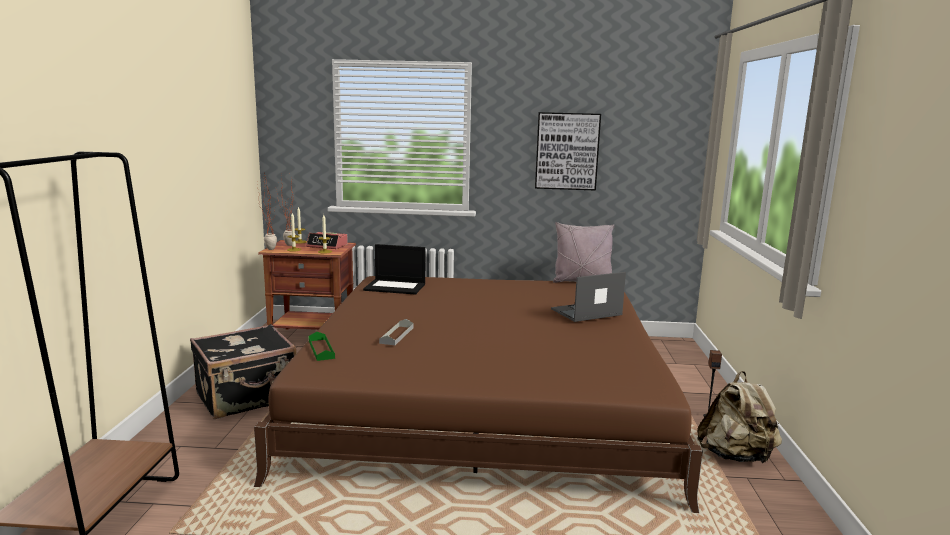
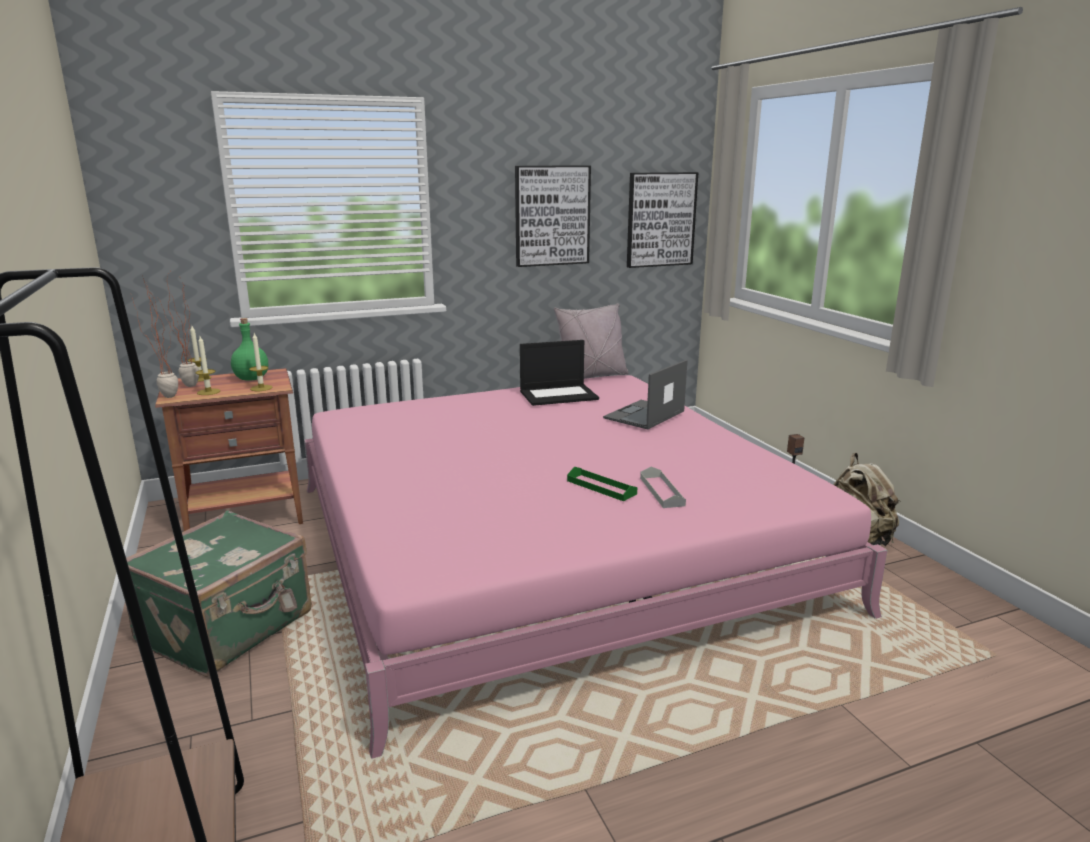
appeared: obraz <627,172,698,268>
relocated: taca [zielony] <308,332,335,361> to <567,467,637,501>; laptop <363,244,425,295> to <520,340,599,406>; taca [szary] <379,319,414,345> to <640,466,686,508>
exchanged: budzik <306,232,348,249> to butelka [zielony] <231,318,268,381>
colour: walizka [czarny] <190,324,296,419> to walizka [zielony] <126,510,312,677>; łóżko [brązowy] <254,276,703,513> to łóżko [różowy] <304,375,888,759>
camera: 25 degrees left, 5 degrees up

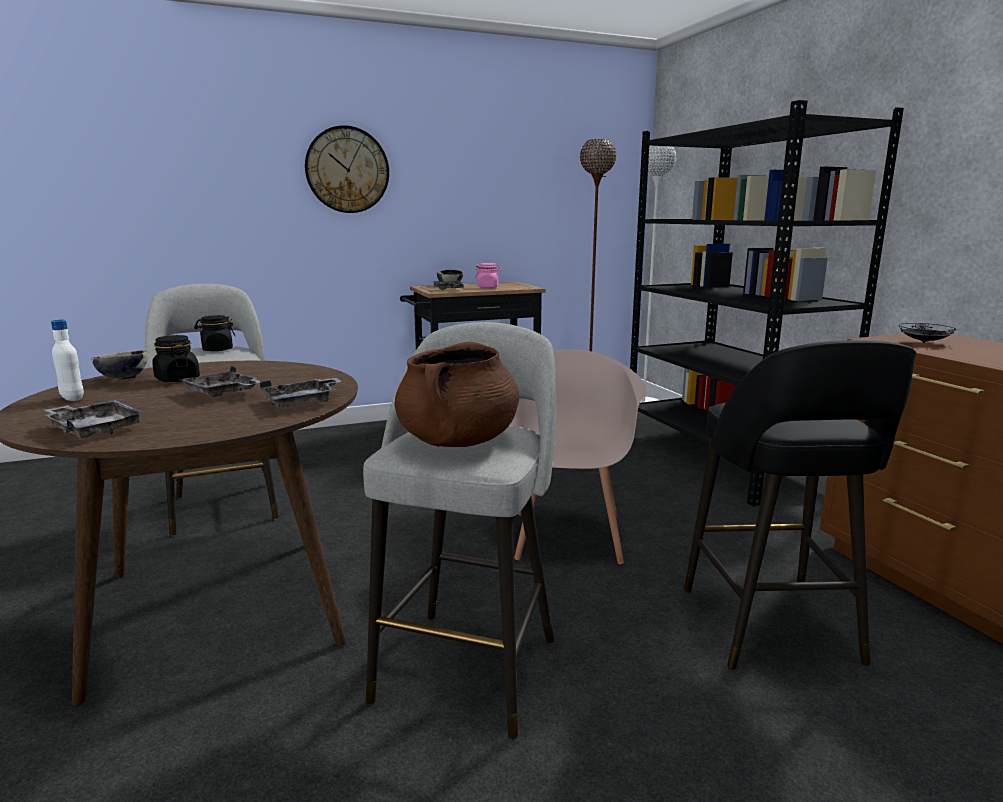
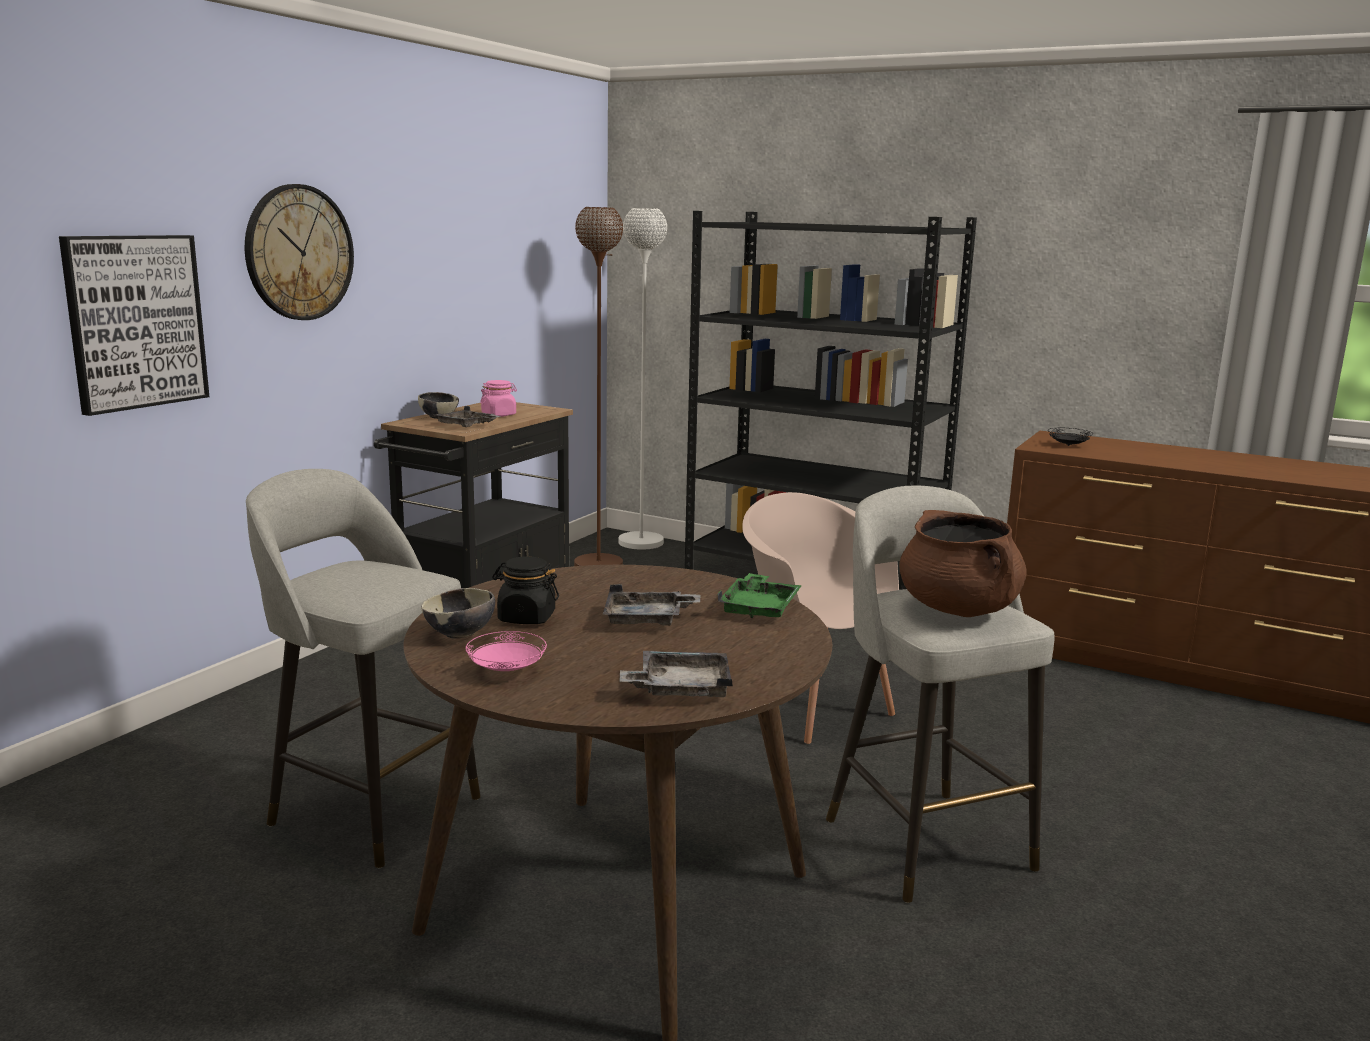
missing: słoik [czarny] <194,315,236,351>; stołek [czarny] <684,340,916,670>
appeared: obraz <59,235,209,416>
exchanged: butelka [biały] <51,320,84,401> to talerz [różowy] <466,631,547,671>
colour: taca [szary] <260,378,342,407> to taca [zielony] <717,573,802,618>
camera: 40 degrees left, 0 degrees up

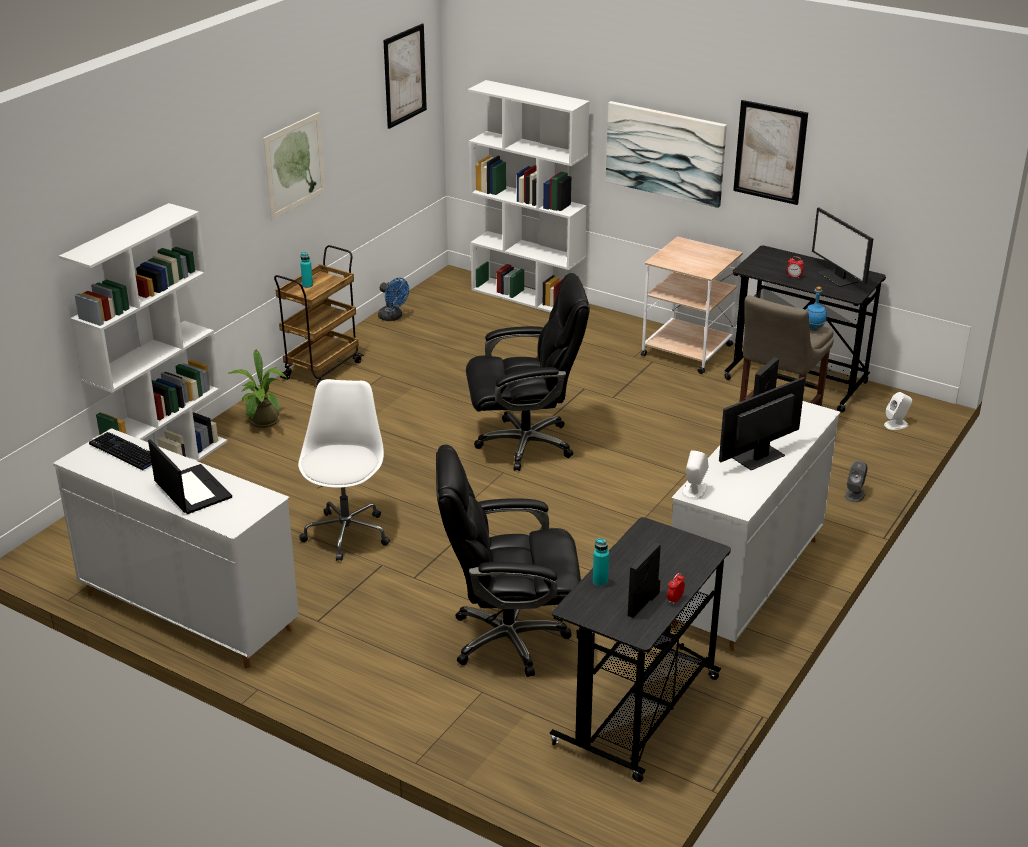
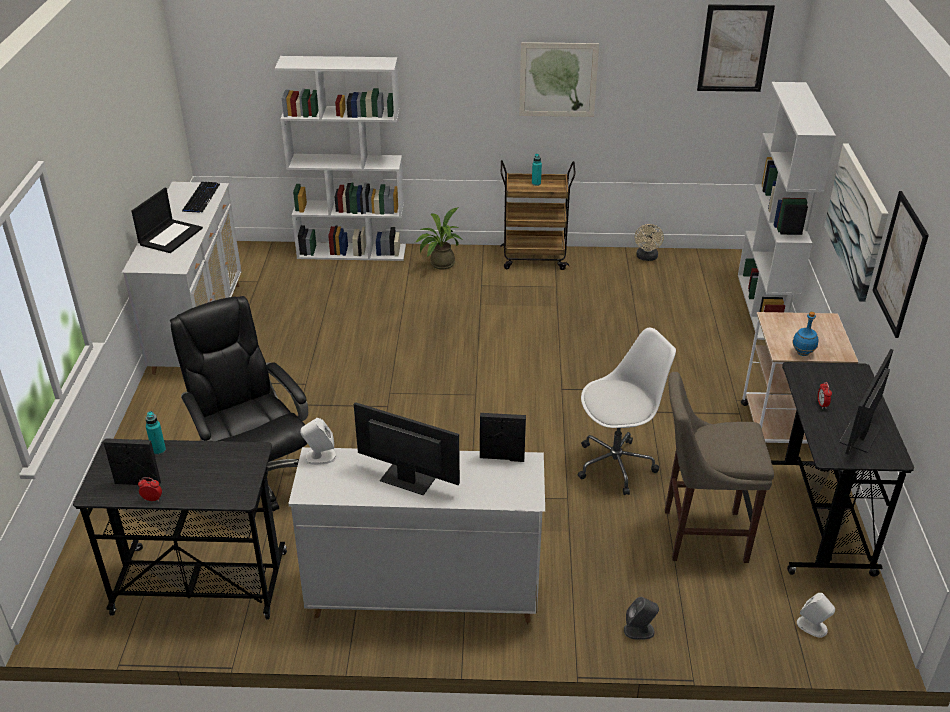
missing: krzesło biurowe [czarny] <466,273,590,471>
relocated: krzesło biurowe [biały] <298,379,390,561> to <577,328,676,495>; butelka [niebieski] <806,287,827,331> to <792,312,818,356>
colour: wentylator [niebieski] <378,278,409,321> to wentylator [beżowy] <635,224,664,261>
camera: 60 degrees right, 5 degrees up

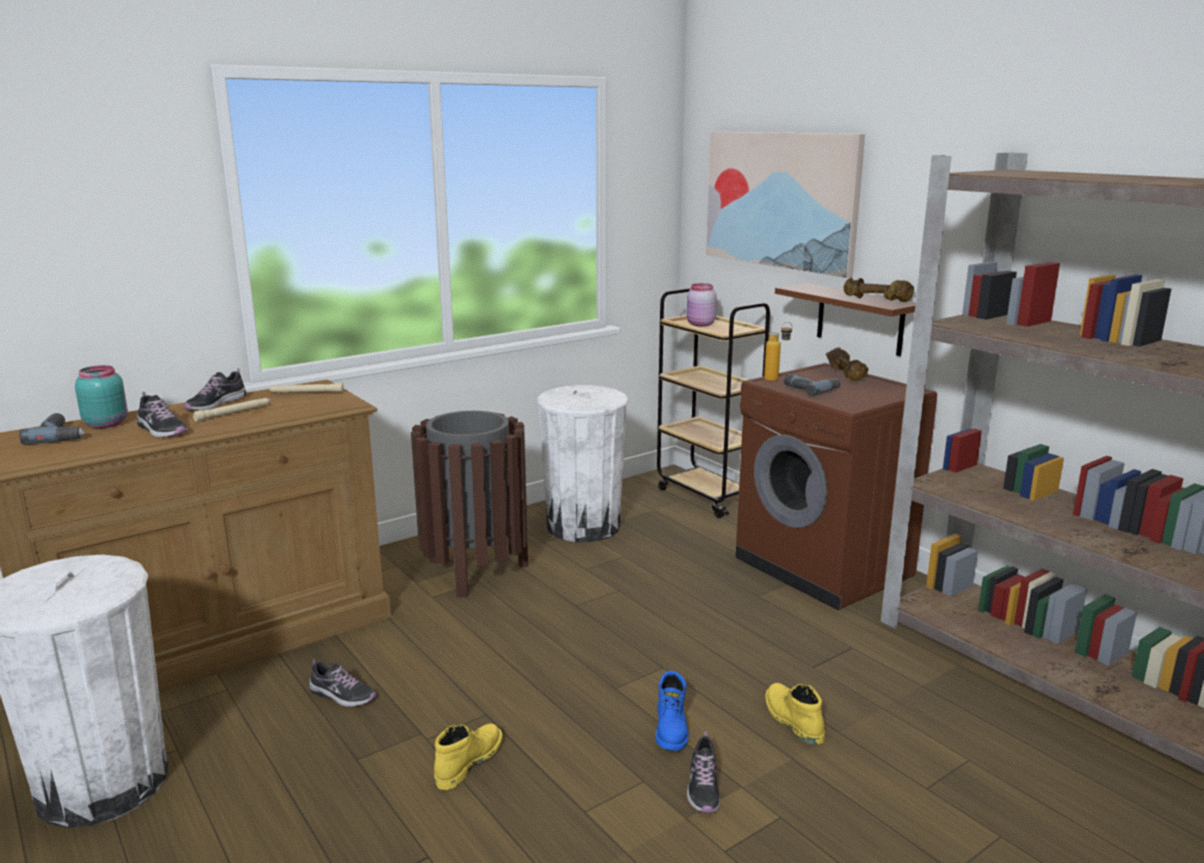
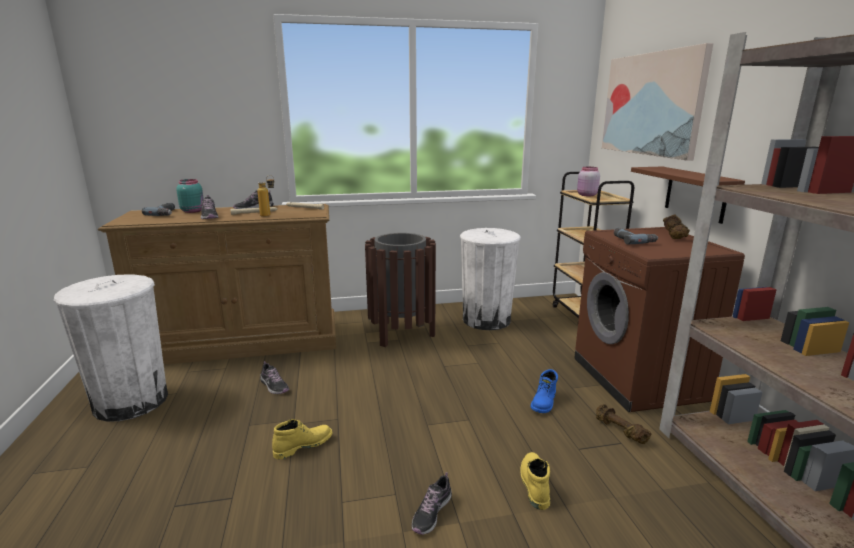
relocated: but z cholewką [niebieski] <655,671,689,751> to <531,369,558,413>; butelka <764,322,793,381> to <257,175,274,217>; hantel [brązowy] <843,278,914,302> to <596,404,651,444>
camera: 25 degrees right, 0 degrees up

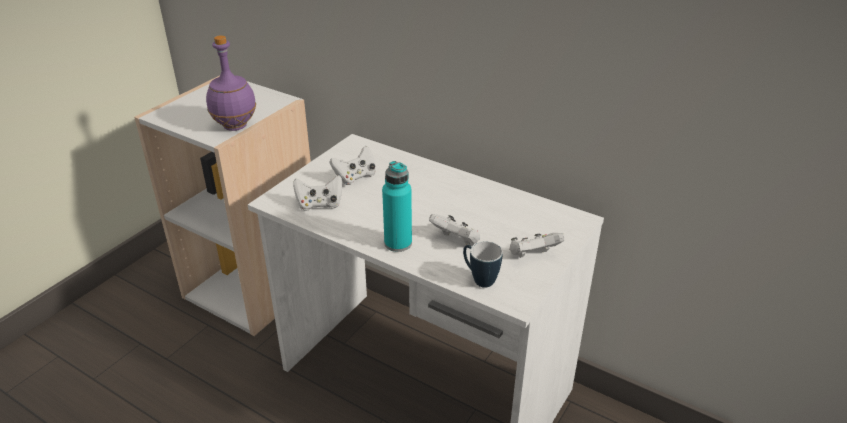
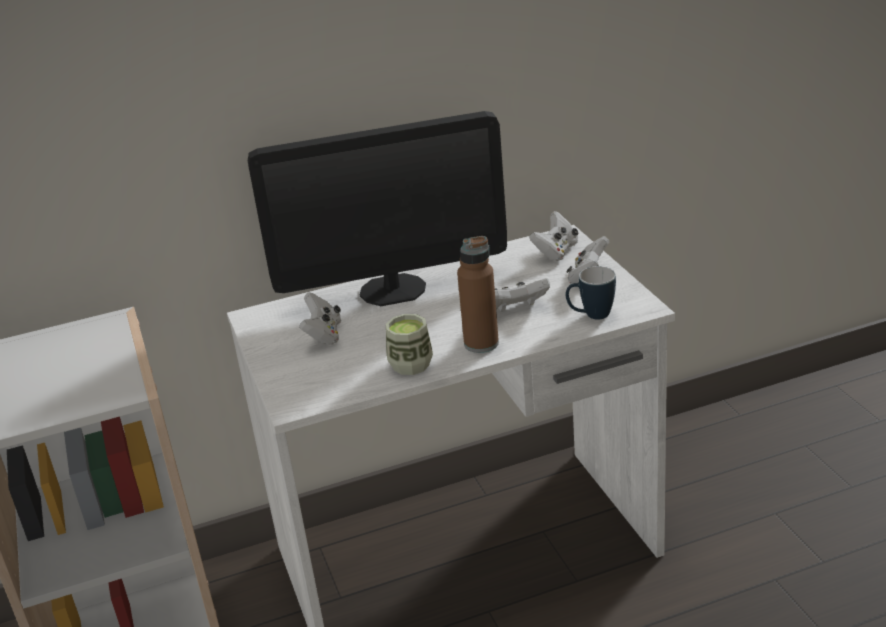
missing: butelka [fioletowy] <206,35,256,131>
appeared: monitor <248,111,507,306>; filiżanka <386,314,433,375>
relocated: pad do gier [biały] <293,175,343,211> to <529,211,578,261>
colour: butelka [turkusowy] <382,161,412,252> to butelka [brązowy] <457,236,499,353>
camera: 50 degrees left, 5 degrees down

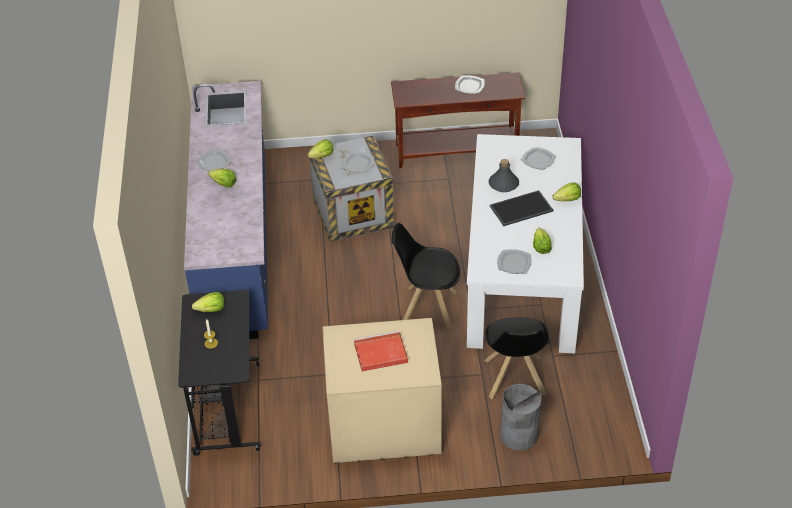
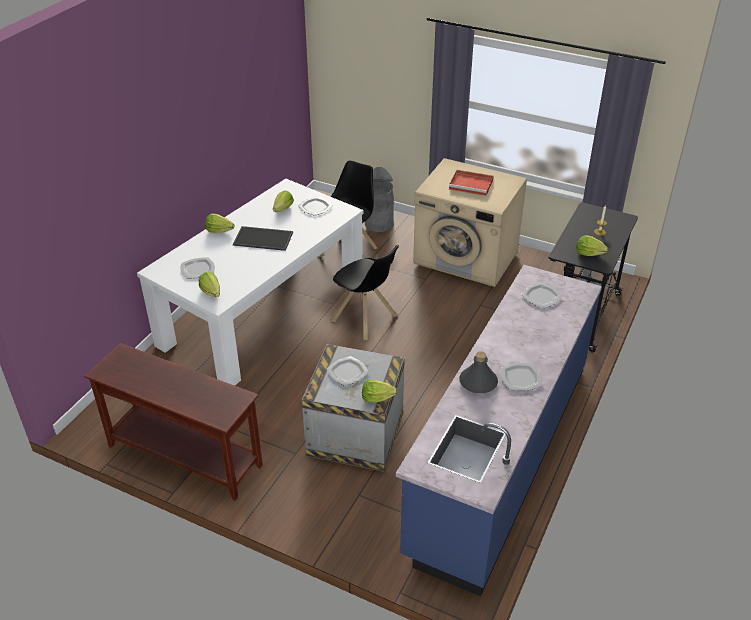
relocated: sałata <208,169,237,187> to <199,272,220,297>; talerz <455,76,485,94> to <521,282,563,308>; butelka [szary] <489,159,519,192> to <459,351,498,393>
camera: 150 degrees left, 5 degrees down

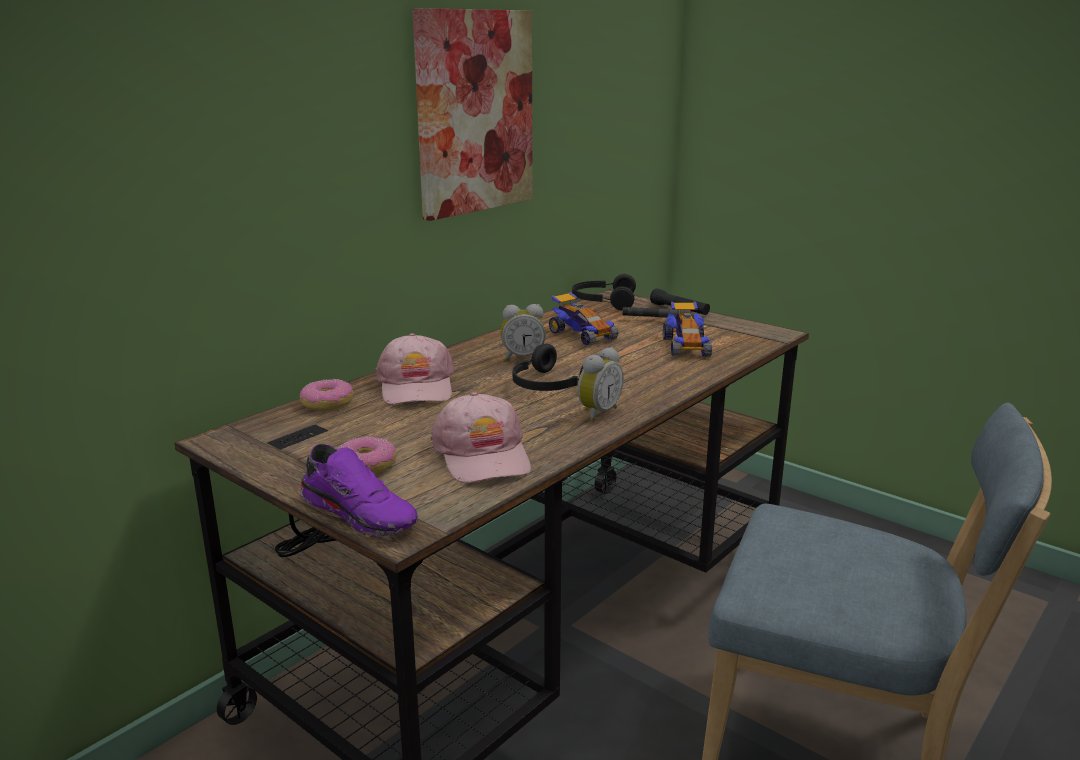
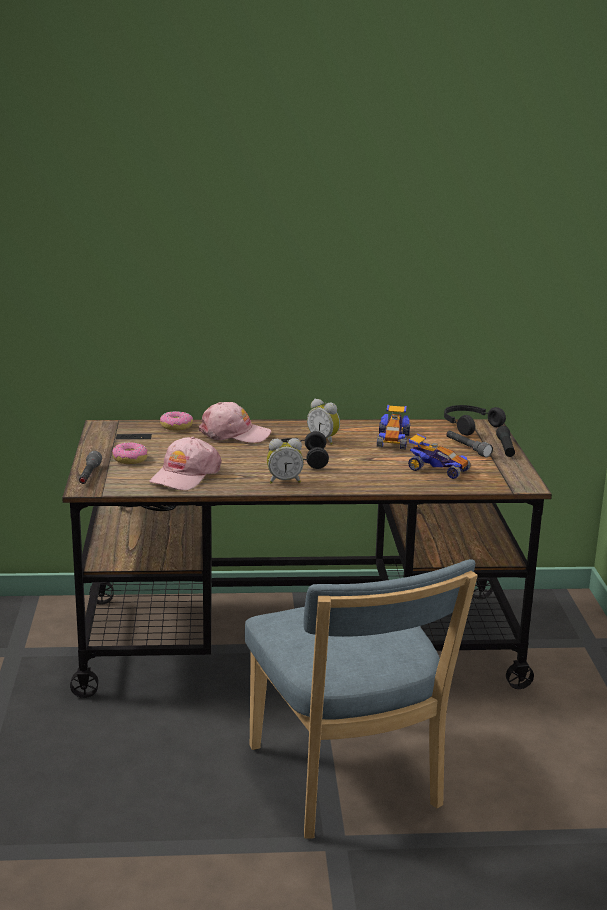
missing: obraz <412,8,533,221>
exchanged: but [fioletowy] <301,444,418,537> to latarka [szary] <79,451,102,484>
spun: czapka z daszkiem [różowy] <376,333,454,405> = <199,402,272,443> 120 degrees counterclockwise; samochodzik <663,302,712,357> = <408,433,471,479> 105 degrees counterclockwise
camera: 45 degrees right, 0 degrees up

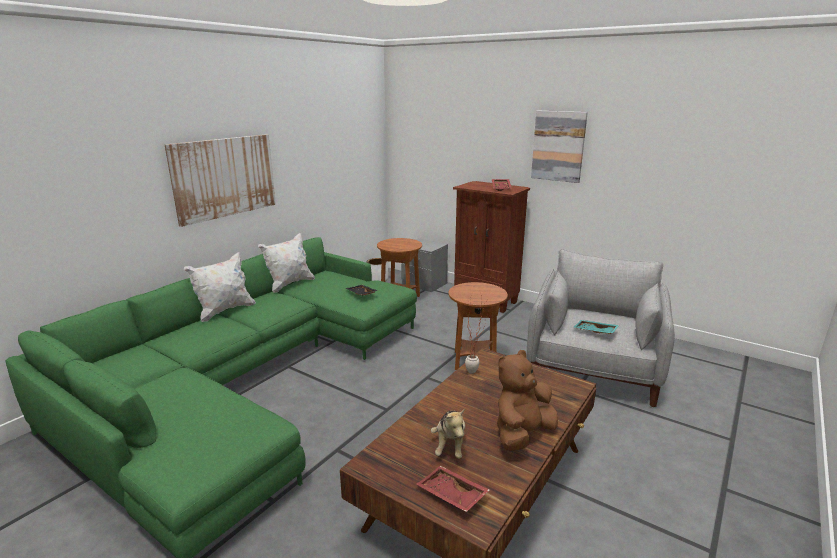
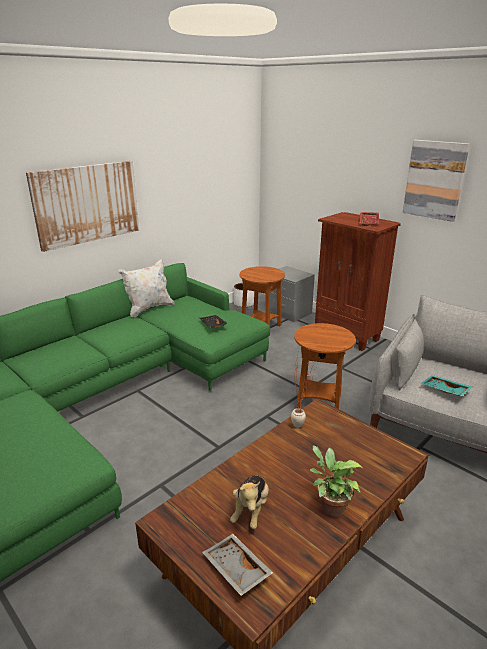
missing: poduszka [biały] <184,252,256,322>
exchanged: pluszak [brązowy] <497,350,558,451> to roślina doniczkowa <310,445,363,517>
colour: taca [czerwony] <416,466,490,512> to taca [szary] <202,534,273,596>
camera: 10 degrees right, 5 degrees up

